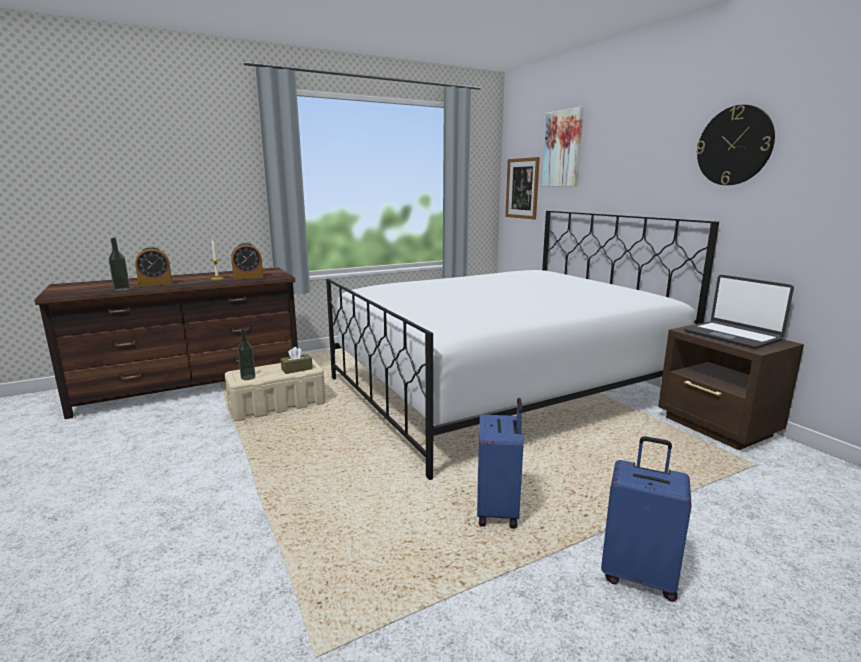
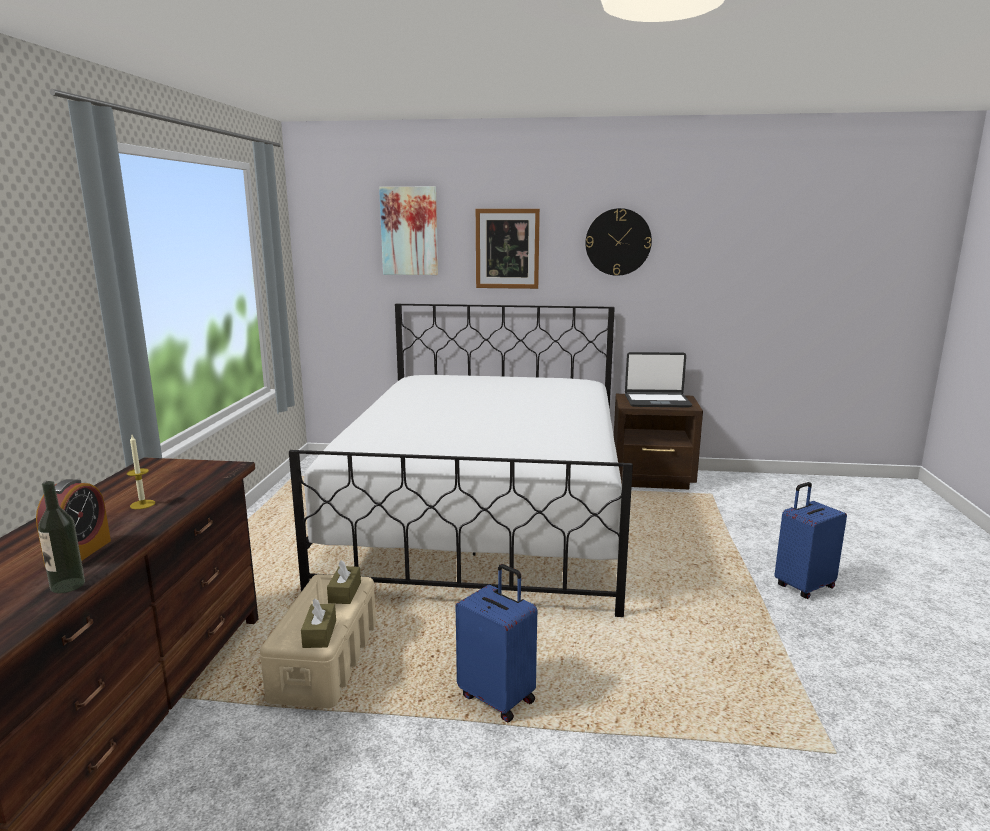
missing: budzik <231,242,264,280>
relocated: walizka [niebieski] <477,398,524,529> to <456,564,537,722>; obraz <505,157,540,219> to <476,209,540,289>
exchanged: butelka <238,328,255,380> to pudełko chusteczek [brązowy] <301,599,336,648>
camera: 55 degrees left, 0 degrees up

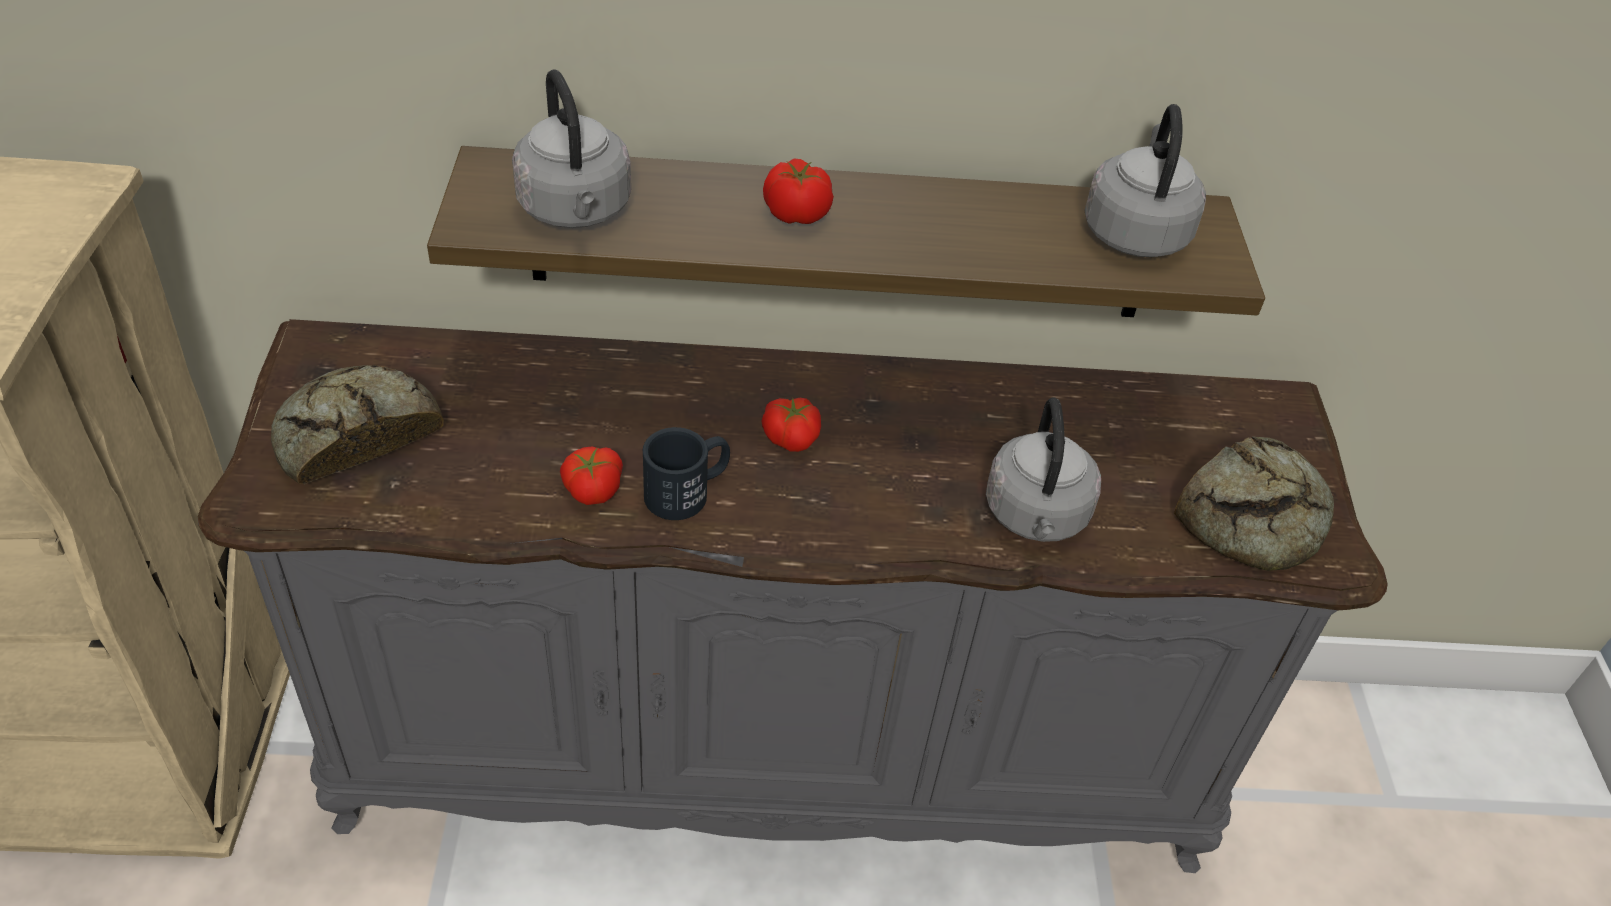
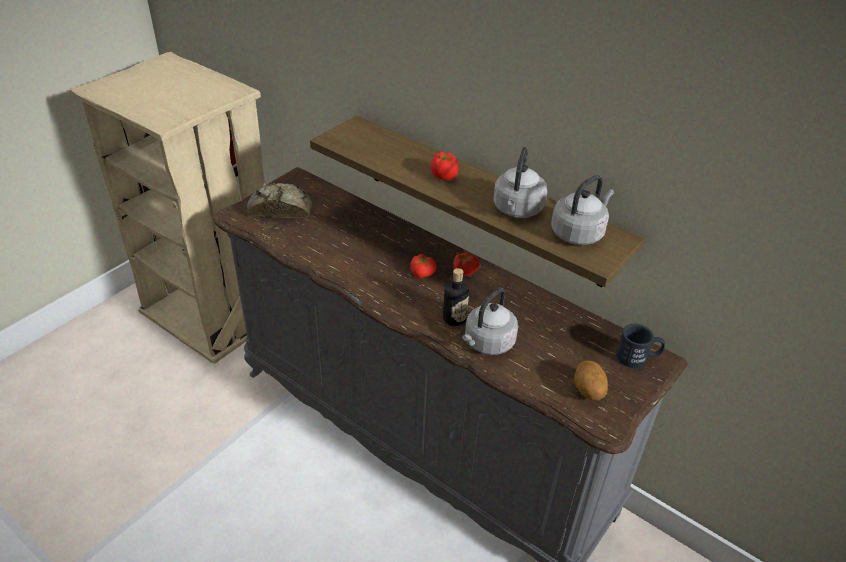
appeared: butelka <443,268,469,326>
relocated: czajnik [szary] <512,69,631,228> to <493,147,547,218>; pomidor <560,446,623,505> to <453,253,480,276>; kubek [czarny] <643,427,730,520> to <616,324,665,368>
exchanged: chleb <1174,436,1334,571> to ziemniak <574,360,608,400>
camera: 40 degrees right, 5 degrees down

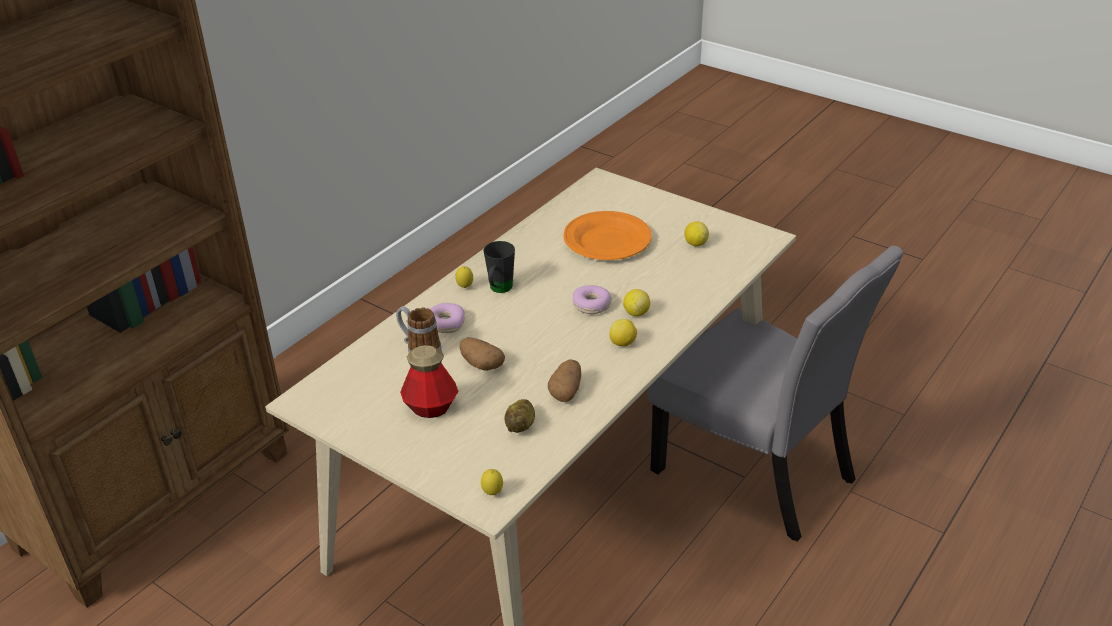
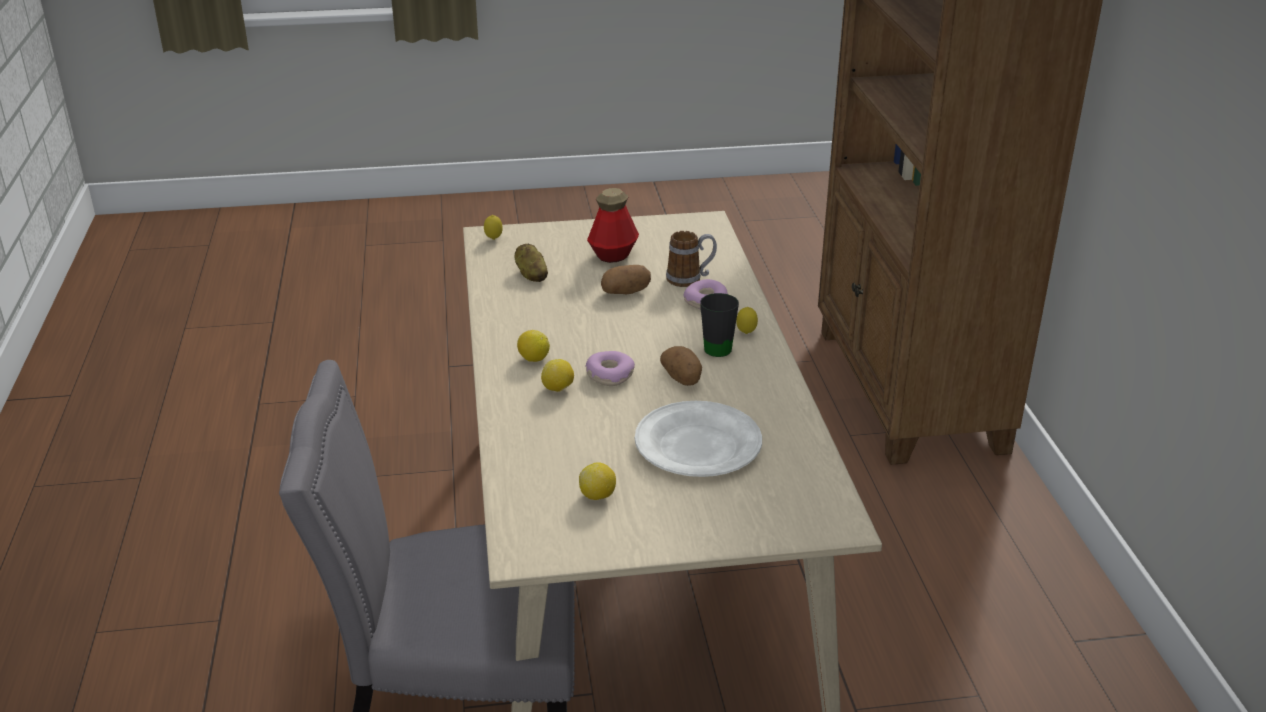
relocated: ziemniak <548,359,581,402> to <660,346,702,386>
colour: talerz [pomarańczowy] <563,211,652,260> to talerz [biały] <635,401,762,477>
camera: 135 degrees right, 5 degrees down

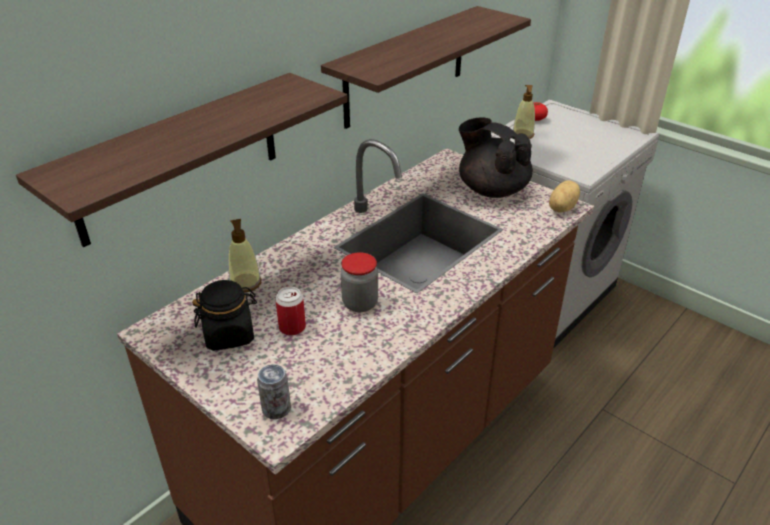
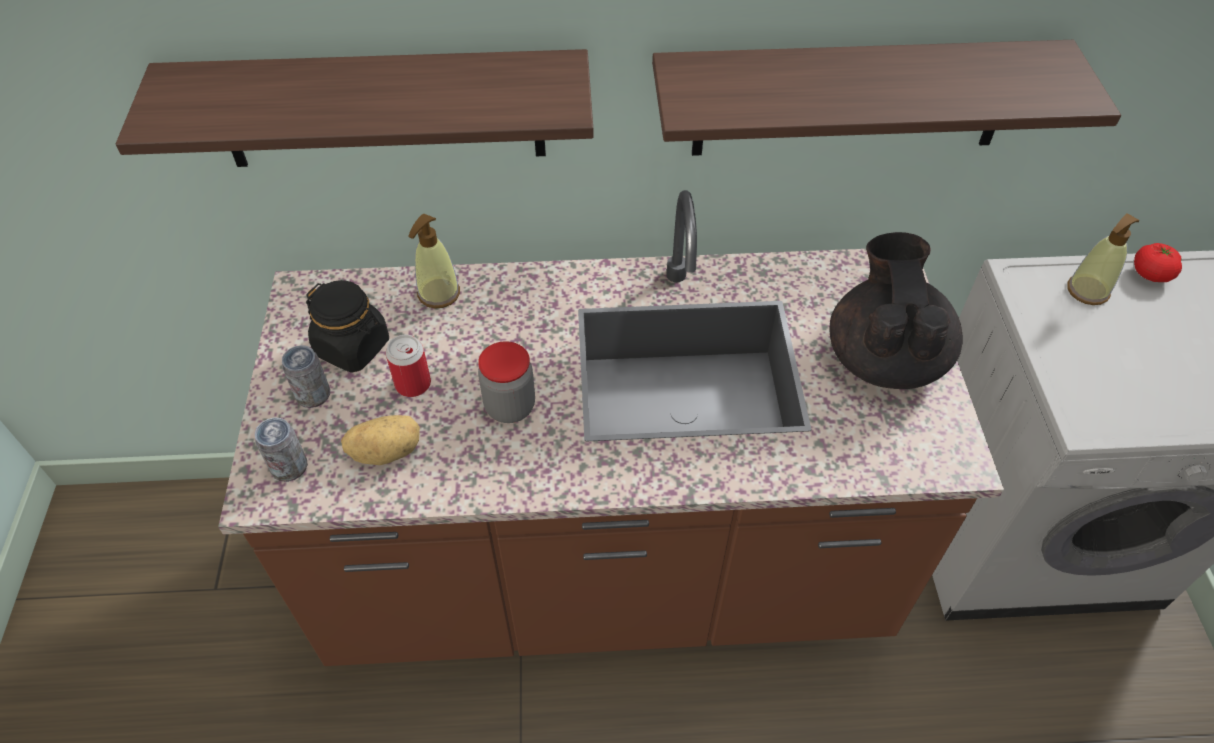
appeared: puszka <282,345,330,408>
relocated: ziemniak <549,180,580,213> to <341,415,420,465>
camera: 45 degrees right, 15 degrees up

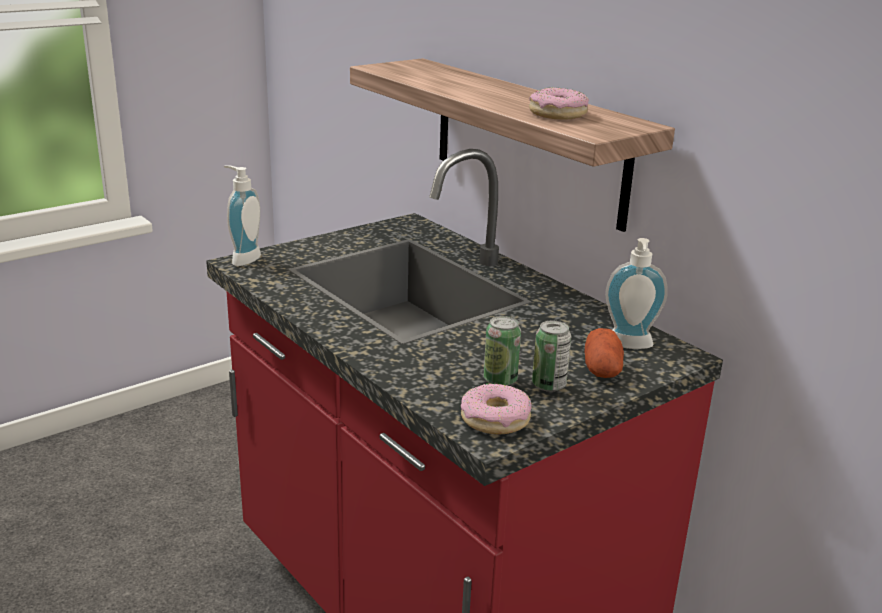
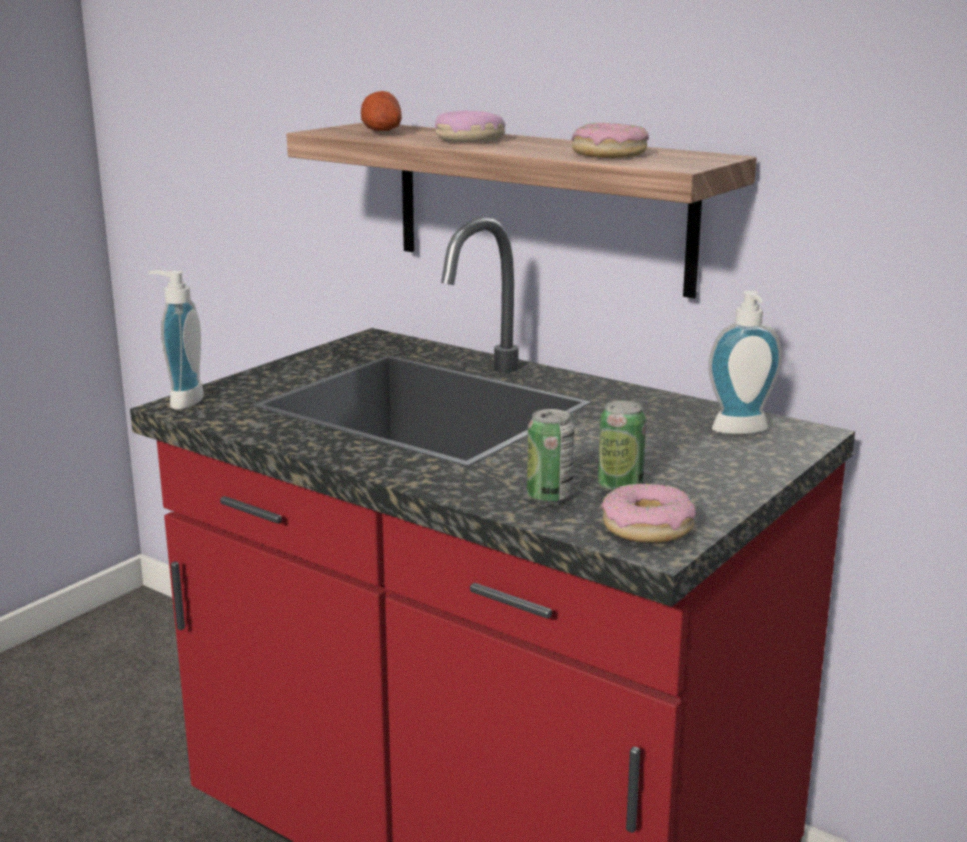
appeared: donut <435,111,505,142>
relocated: puszka <532,321,571,392> to <527,409,574,504>; ziemniak <585,328,624,378> to <361,91,402,131>
camera: 15 degrees left, 5 degrees down

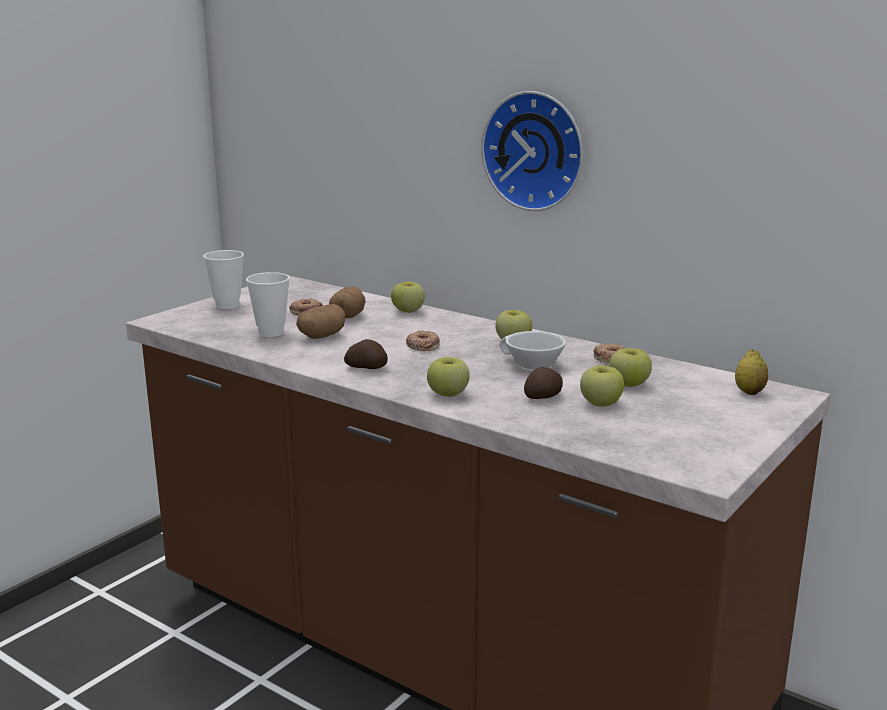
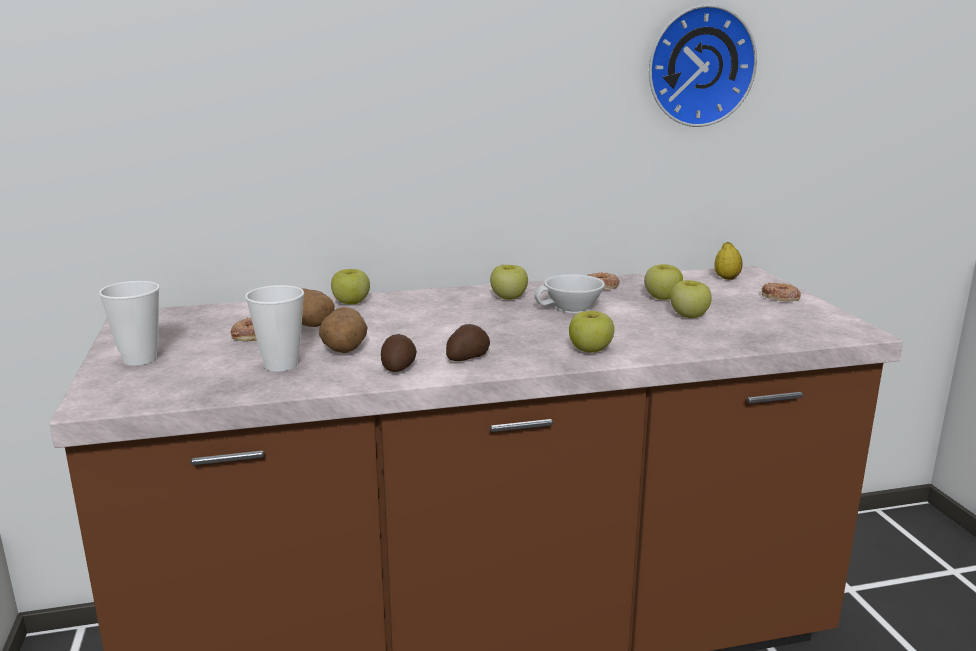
relocated: donut <406,330,440,351> to <762,282,801,301>; zegar ścienny <481,91,583,211> to <649,4,757,127>; ziemniak <524,367,563,399> to <381,334,417,372>
camera: 50 degrees left, 0 degrees up

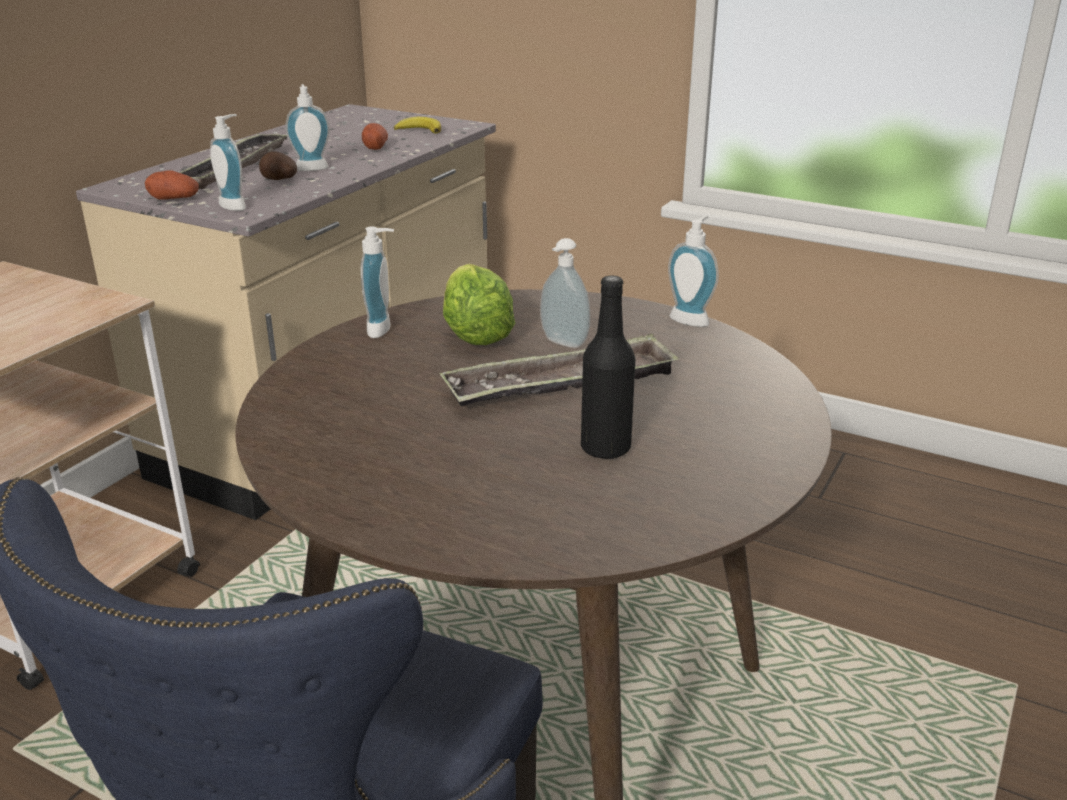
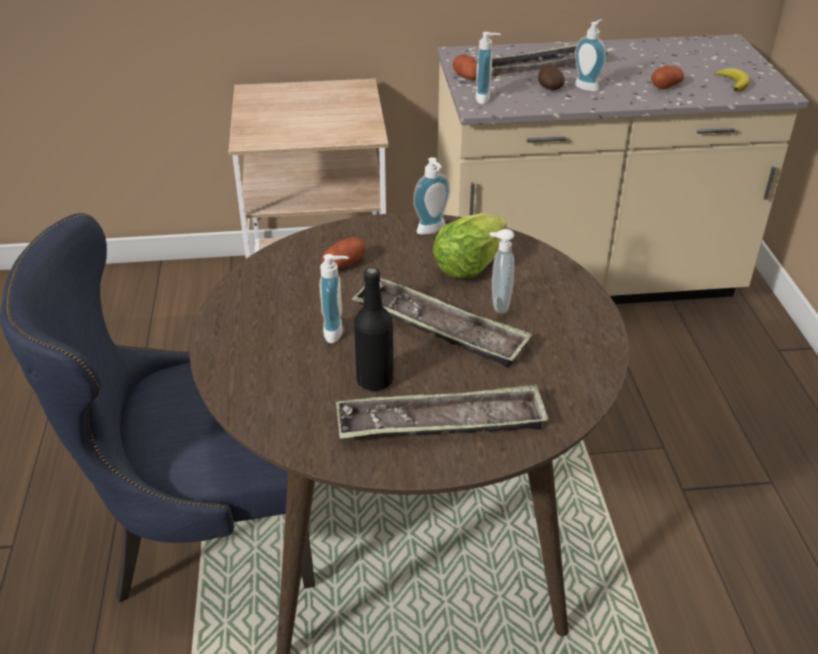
appeared: ziemniak <321,237,365,269>; taca <336,384,549,439>
relocated: dozownik mydła <668,216,719,327> to <320,254,349,343>
camera: 55 degrees right, 10 degrees up

